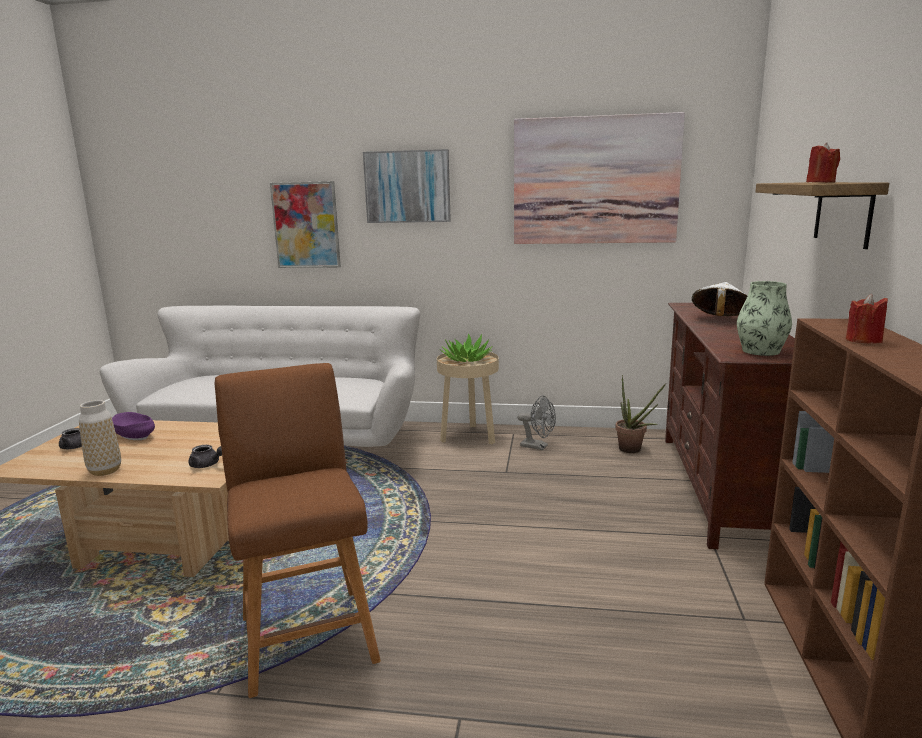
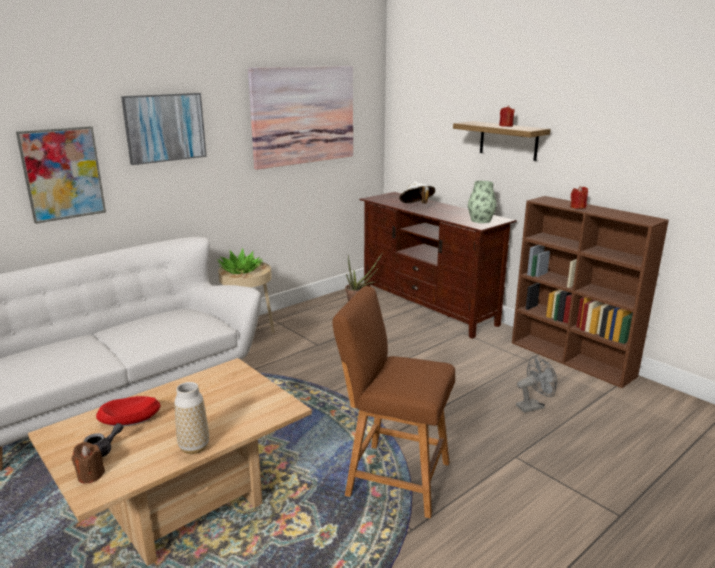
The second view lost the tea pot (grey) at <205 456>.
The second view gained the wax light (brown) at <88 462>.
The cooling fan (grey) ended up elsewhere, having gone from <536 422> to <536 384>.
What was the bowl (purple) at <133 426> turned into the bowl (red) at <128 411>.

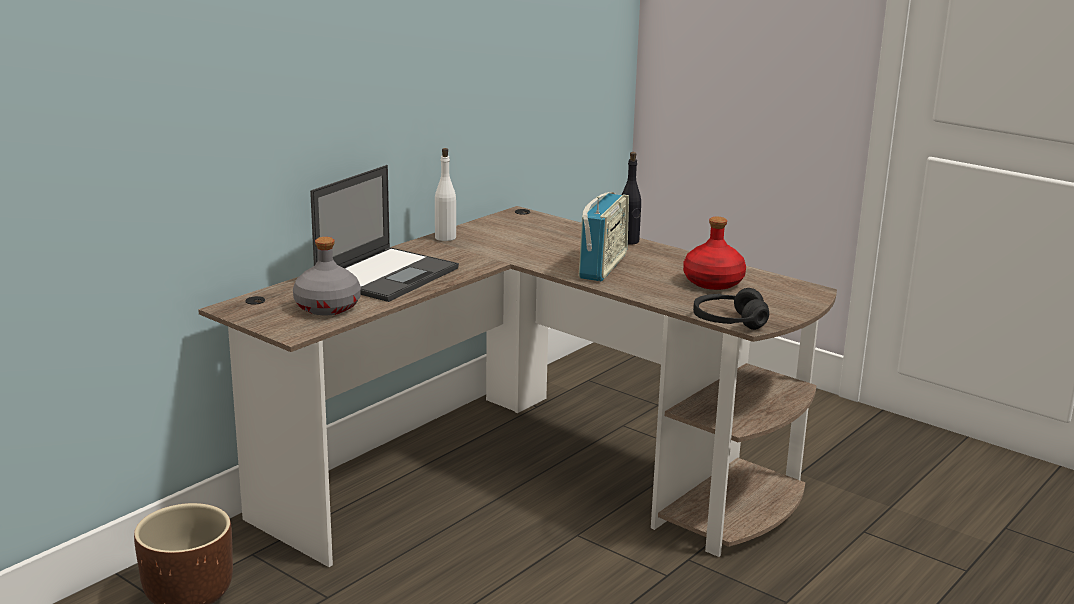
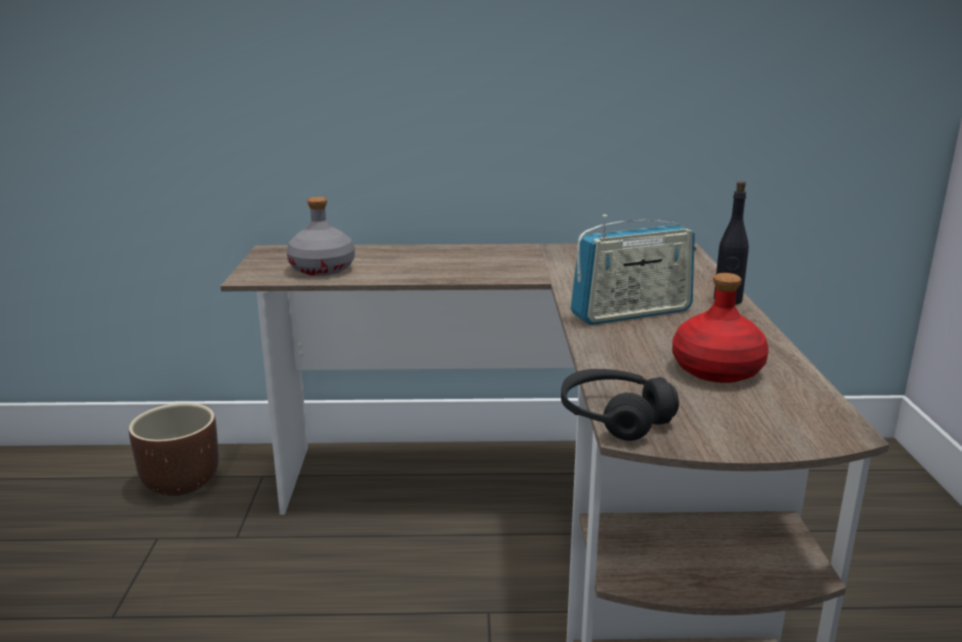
The second view lost the notebook computer at <384 233>.
The second view lost the drink bottle (white-coloured) at <445 194>.

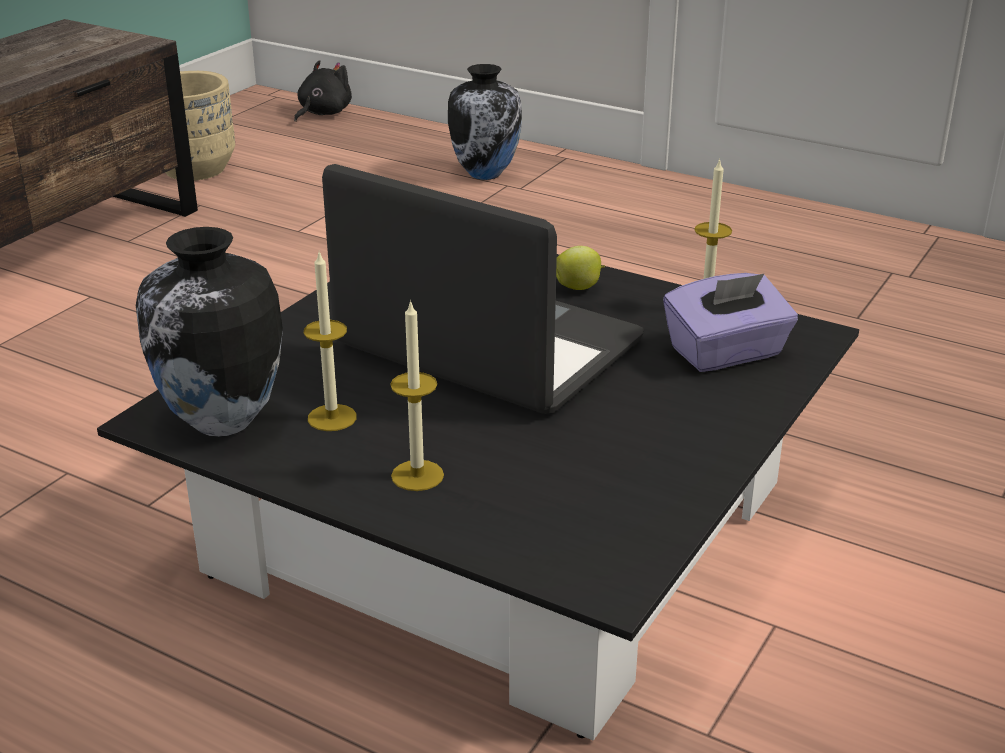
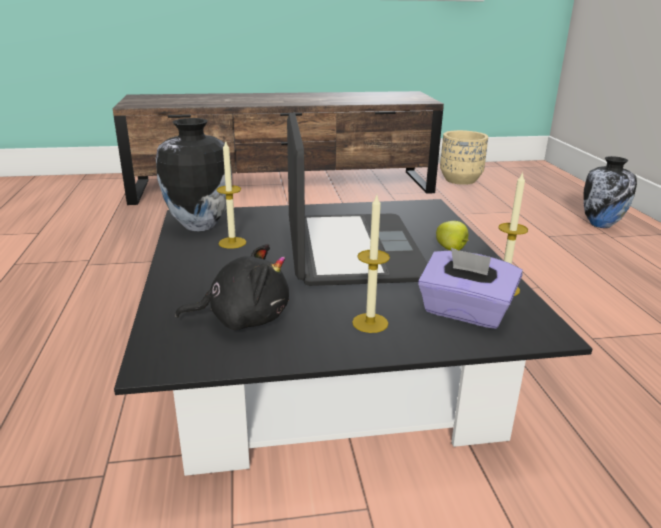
The soft toy (blackish) ended up elsewhere, having gone from <323 91> to <232 287>.
The wax light ended up elsewhere, having gone from <417 395> to <371 264>.

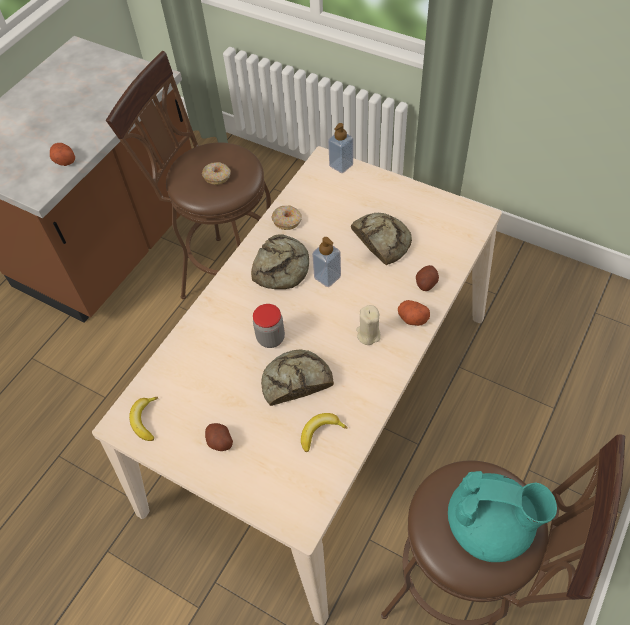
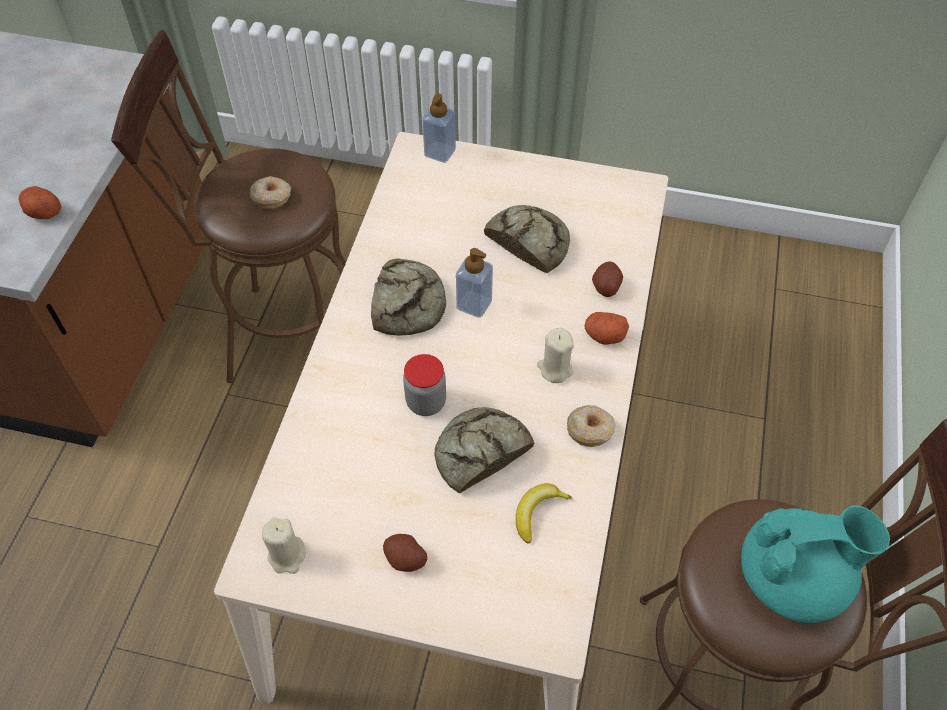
The doughnut ended up elsewhere, having gone from <286 218> to <591 426>.
Where the whole banana stood at <143 419>, the wax light (sand-coloured) came to stand at <284 545>.

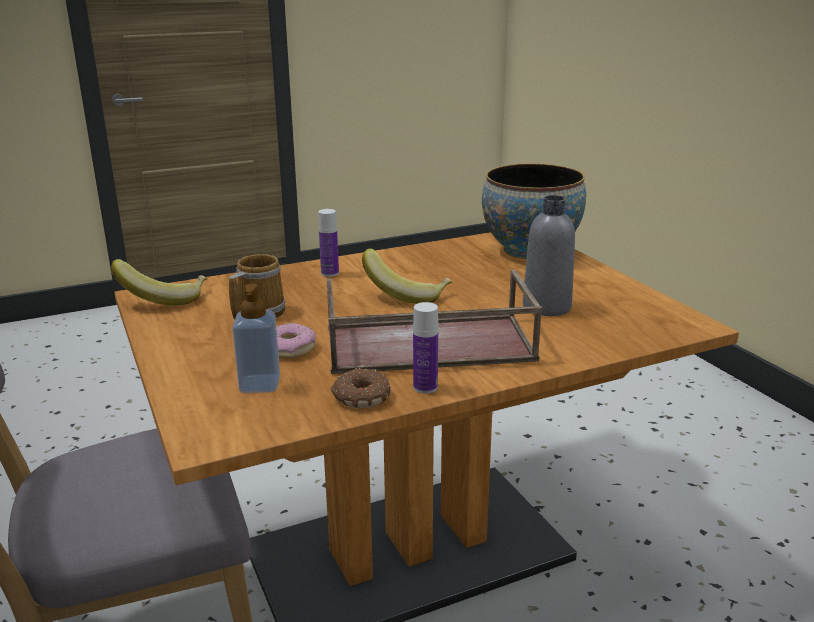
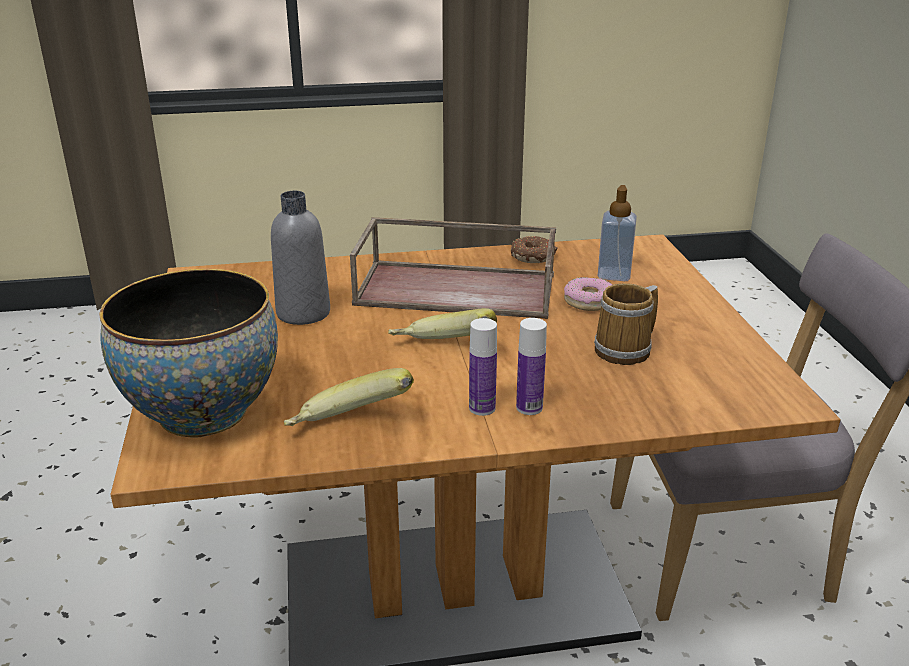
The whole banana ended up elsewhere, having gone from <159 282> to <349 397>.
The drink bottle ended up elsewhere, having gone from <425 348> to <483 367>.

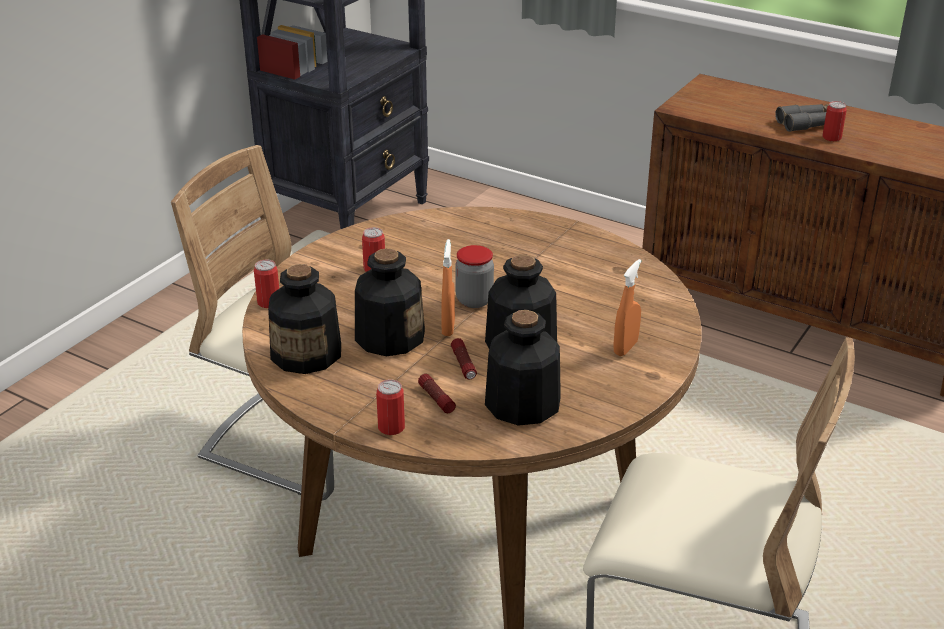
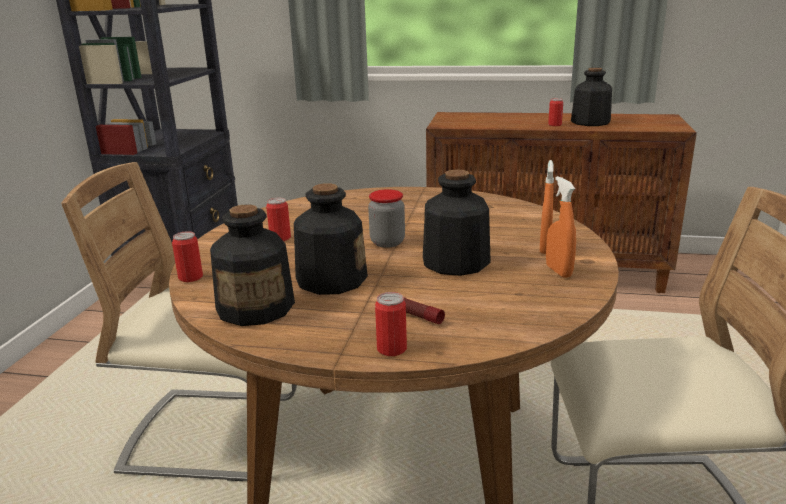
The second view lost the flashlight at <464 358>.
The second view lost the binoculars (grey) at <802 118>.
The spray bottle (orange-coloured) ended up elsewhere, having gone from <448 287> to <561 227>.
The drink bottle ended up elsewhere, having gone from <523 368> to <591 97>.

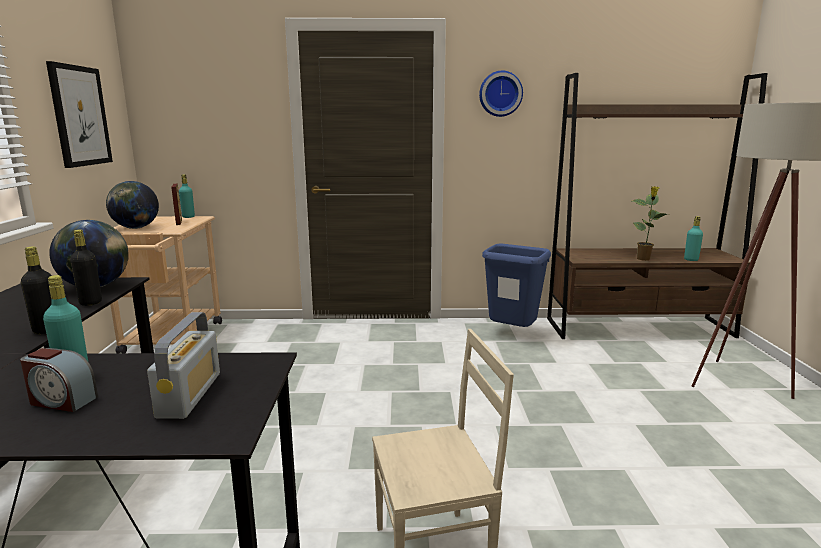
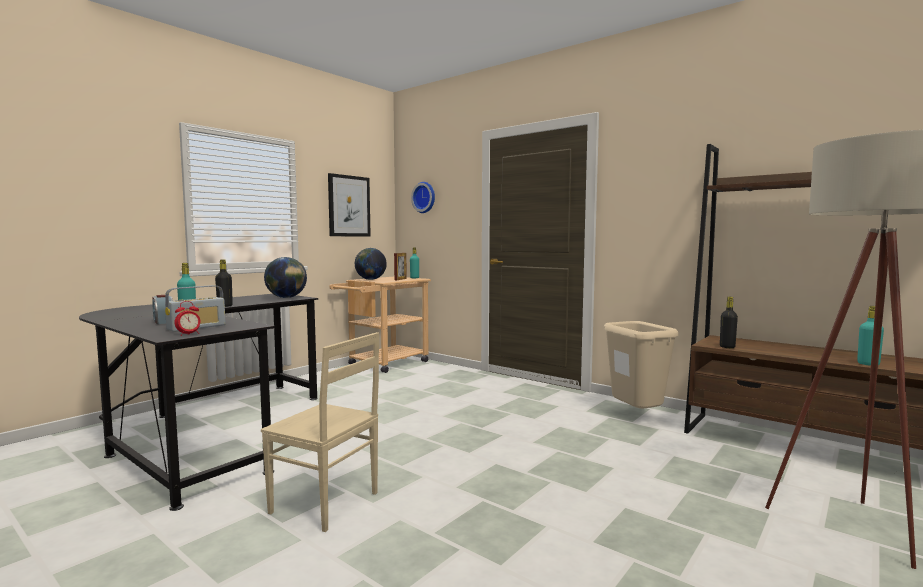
The second view lost the houseplant at <650 223>.
The second view gained the table clock at <187 318>.
The drink bottle (blackish) ended up elsewhere, having gone from <86 267> to <729 322>.
The wall clock ended up elsewhere, having gone from <501 94> to <423 197>.
What was the waste bin (bluish) at <516 285> turned into the waste bin (sand-coloured) at <641 364>.

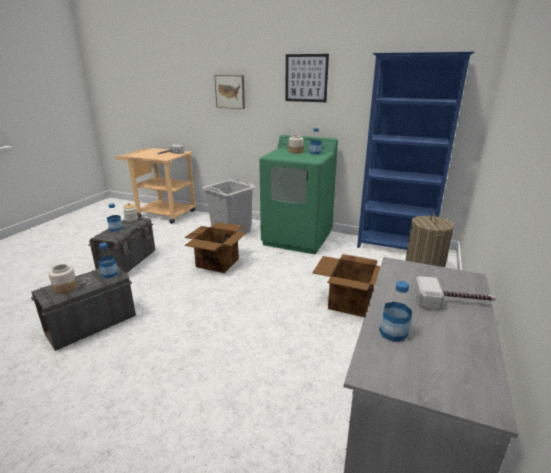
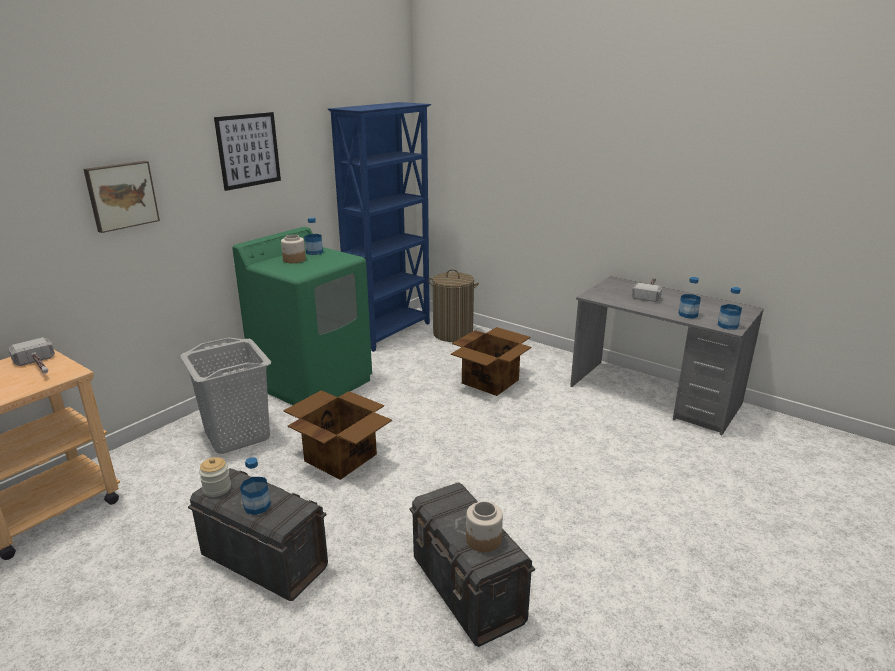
The drink bottle ended up elsewhere, having gone from <108 261> to <730 308>.

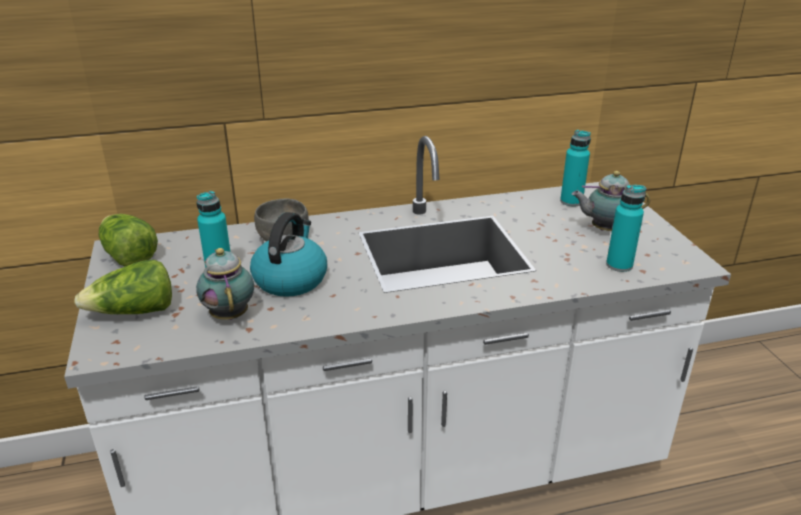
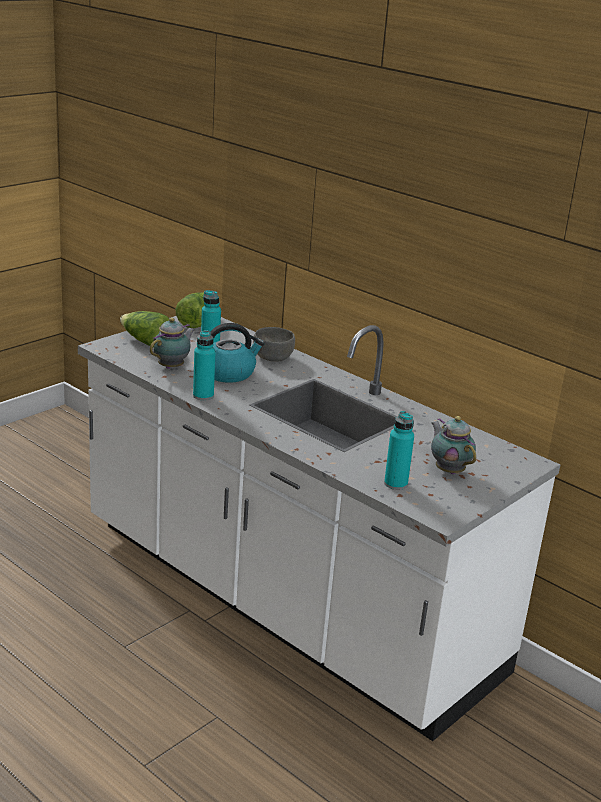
The drink bottle (turquoise) ended up elsewhere, having gone from <575 168> to <204 365>.

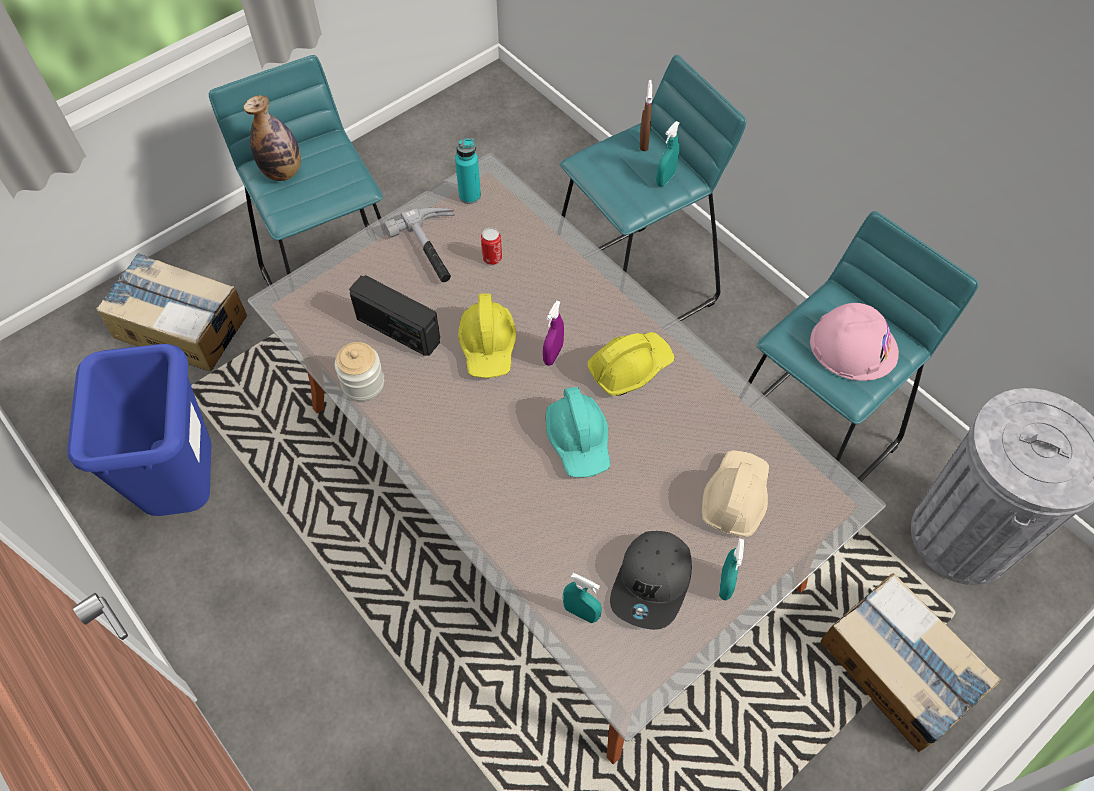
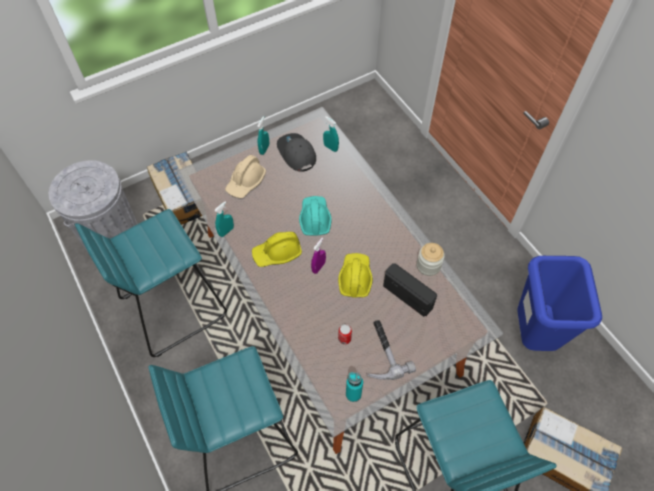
The second view lost the drink bottle at <272 138>.
The second view lost the spray bottle (brown) at <646 115>.
The second view lost the hard hat (pink) at <854 342>.
The spray bottle (turquoise) ended up elsewhere, having gone from <668 154> to <224 219>.
The baseball cap (grey) at <651 580> ended up facing another way, 60 degrees counterclockwise from before.

